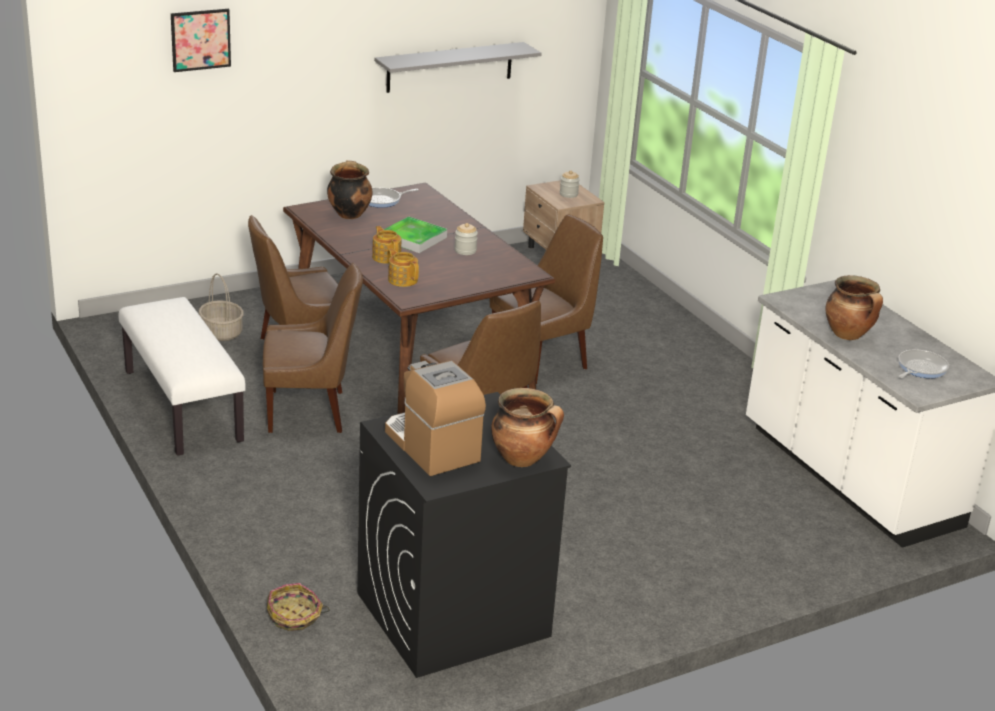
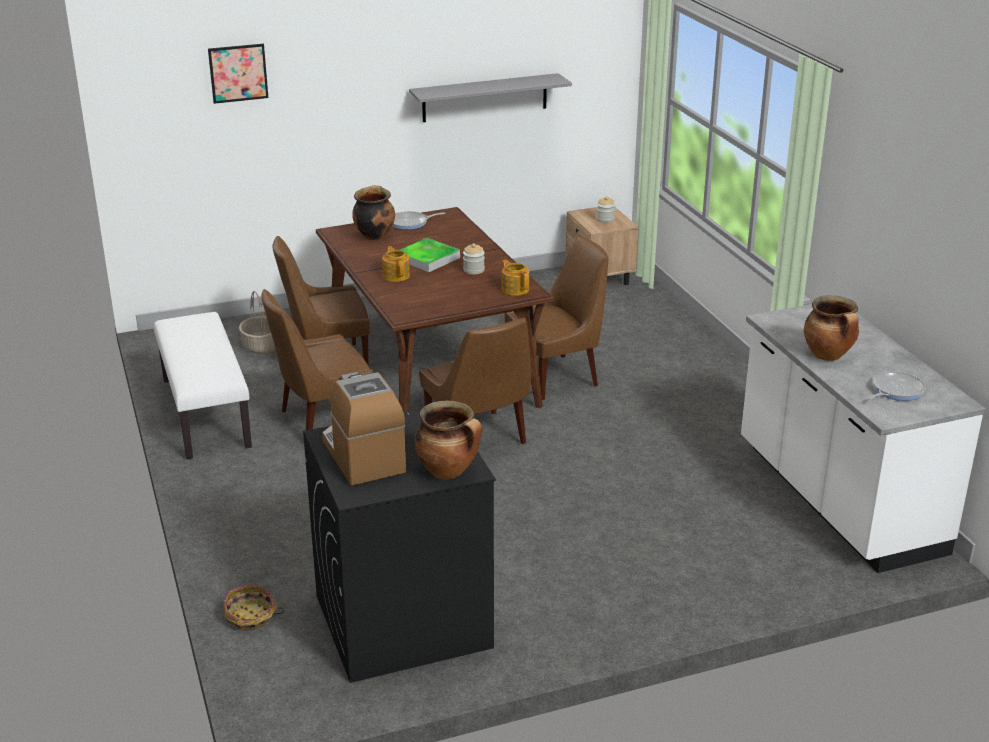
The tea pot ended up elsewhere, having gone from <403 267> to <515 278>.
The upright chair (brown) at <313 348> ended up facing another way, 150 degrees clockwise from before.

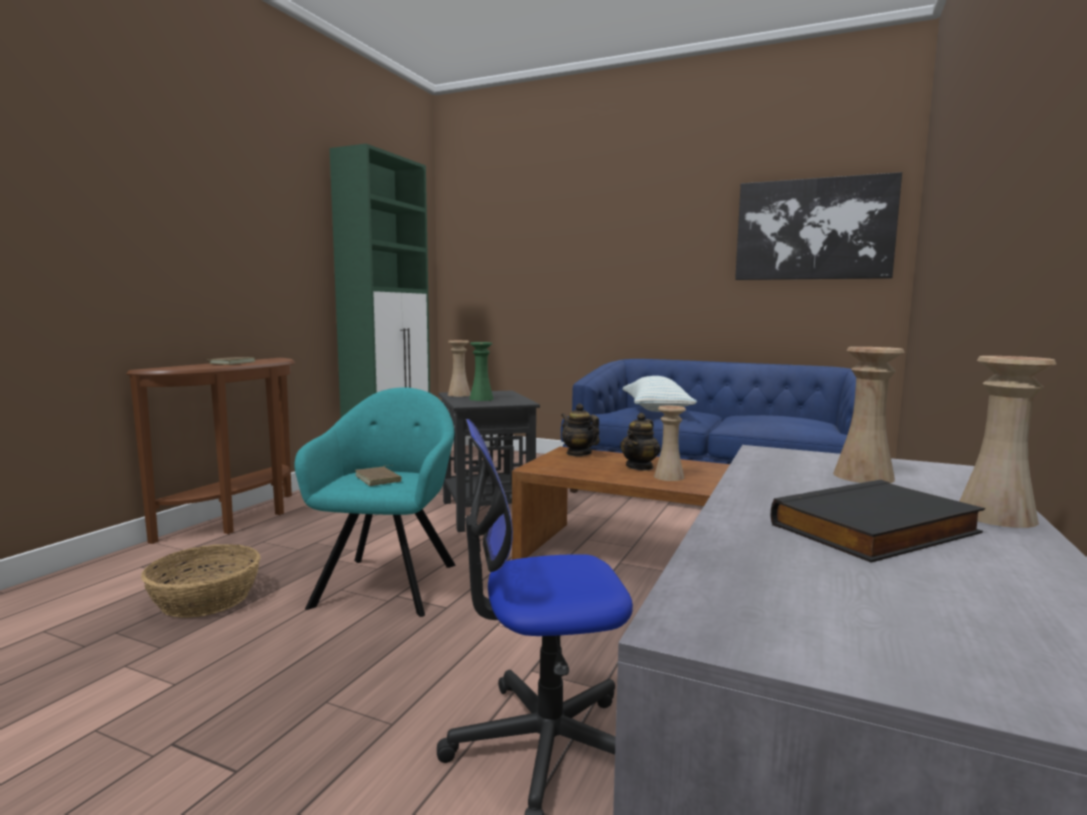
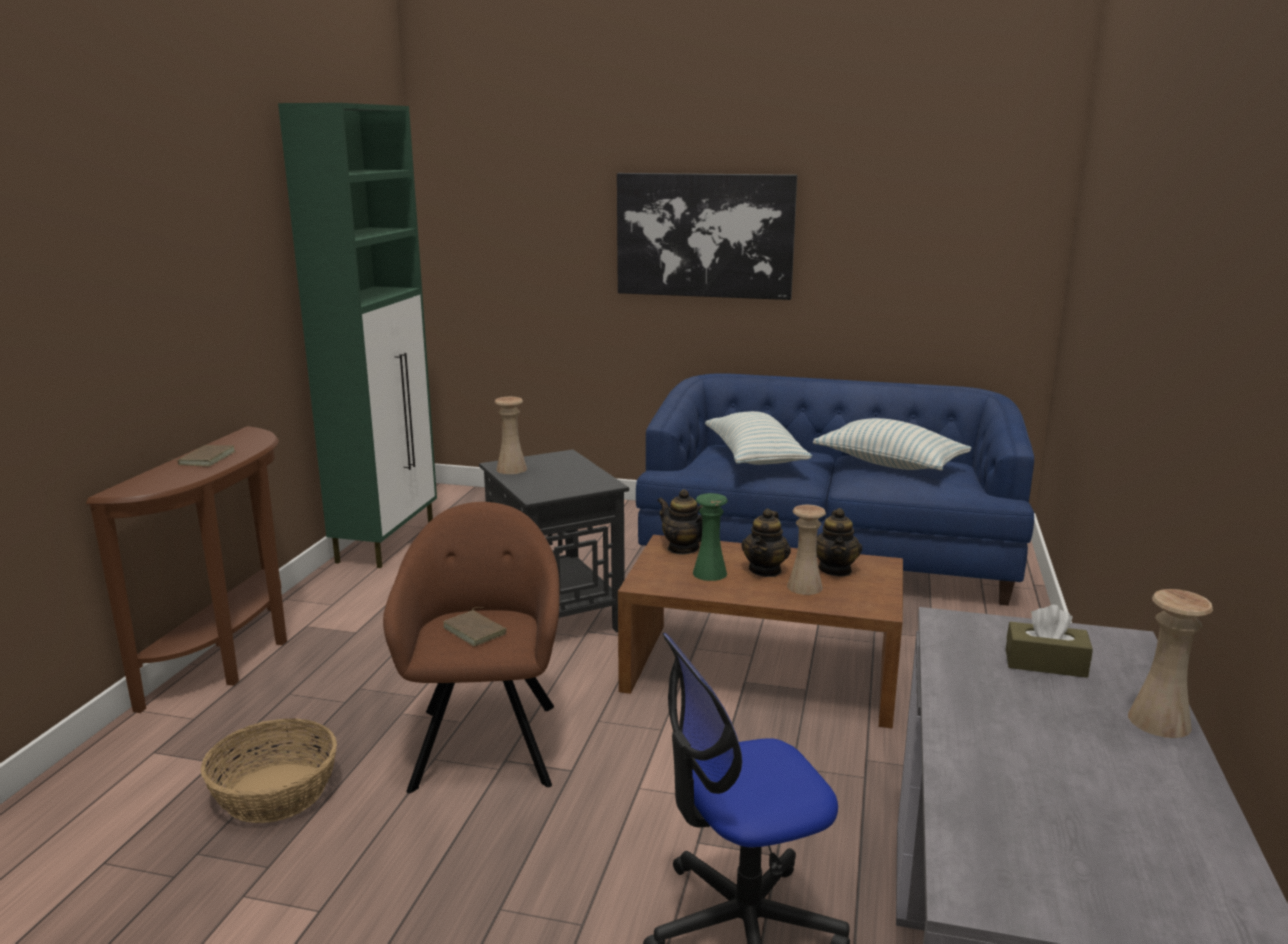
The second view lost the bound book (blackish) at <877 521>.
The second view gained the cushion at <892 444>.
The second view gained the tea pot at <839 542>.
The decorative vase (green-coloured) ended up elsewhere, having gone from <482 371> to <710 537>.
The wall picture ended up elsewhere, having gone from <818 226> to <707 236>.
Where the decorative vase (sand-coloured) stood at <869 415>, the tissue box (brown) came to stand at <1049 641>.
What was the lounge chair (turquoise) at <375 502> turned into the lounge chair (brown) at <471 647>.

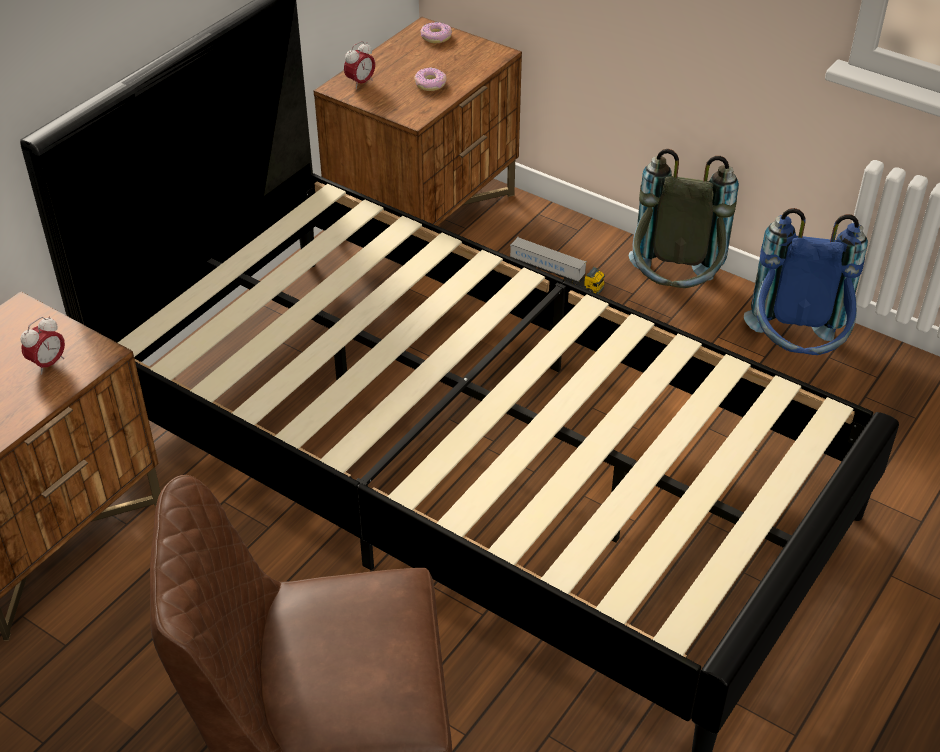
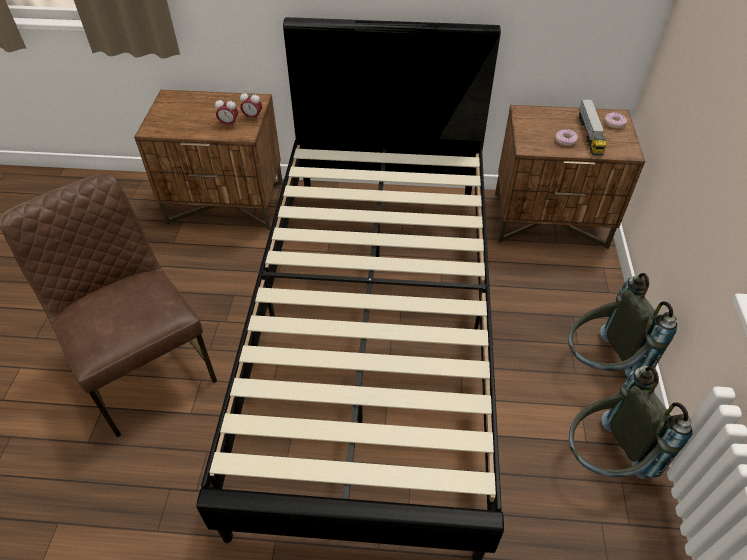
The table clock ended up elsewhere, having gone from <359 65> to <251 105>.
The toy truck ended up elsewhere, having gone from <557 266> to <592 127>.
What was the backpack (bluish) at <806 281> turned into the backpack (grey) at <631 422>.

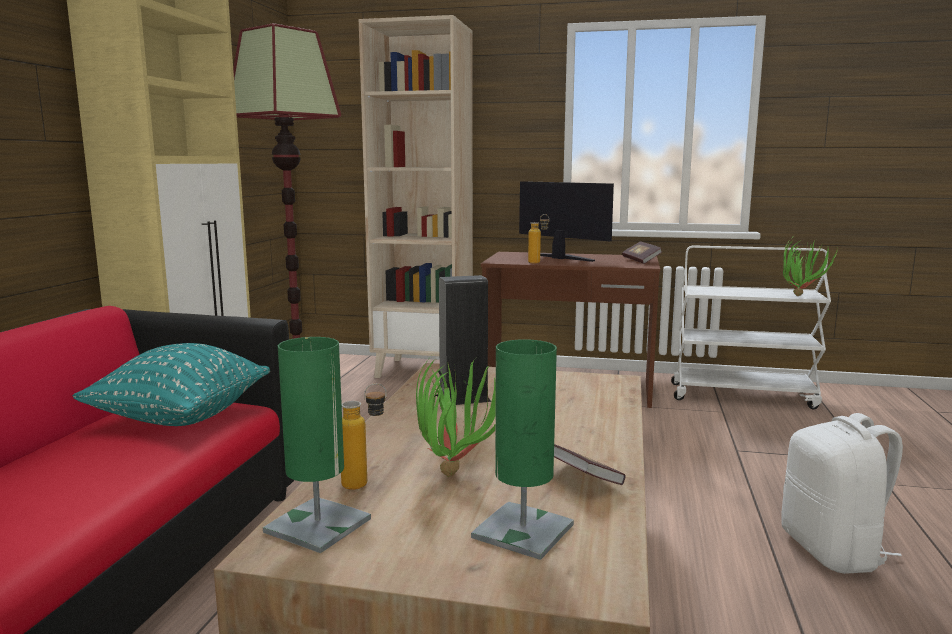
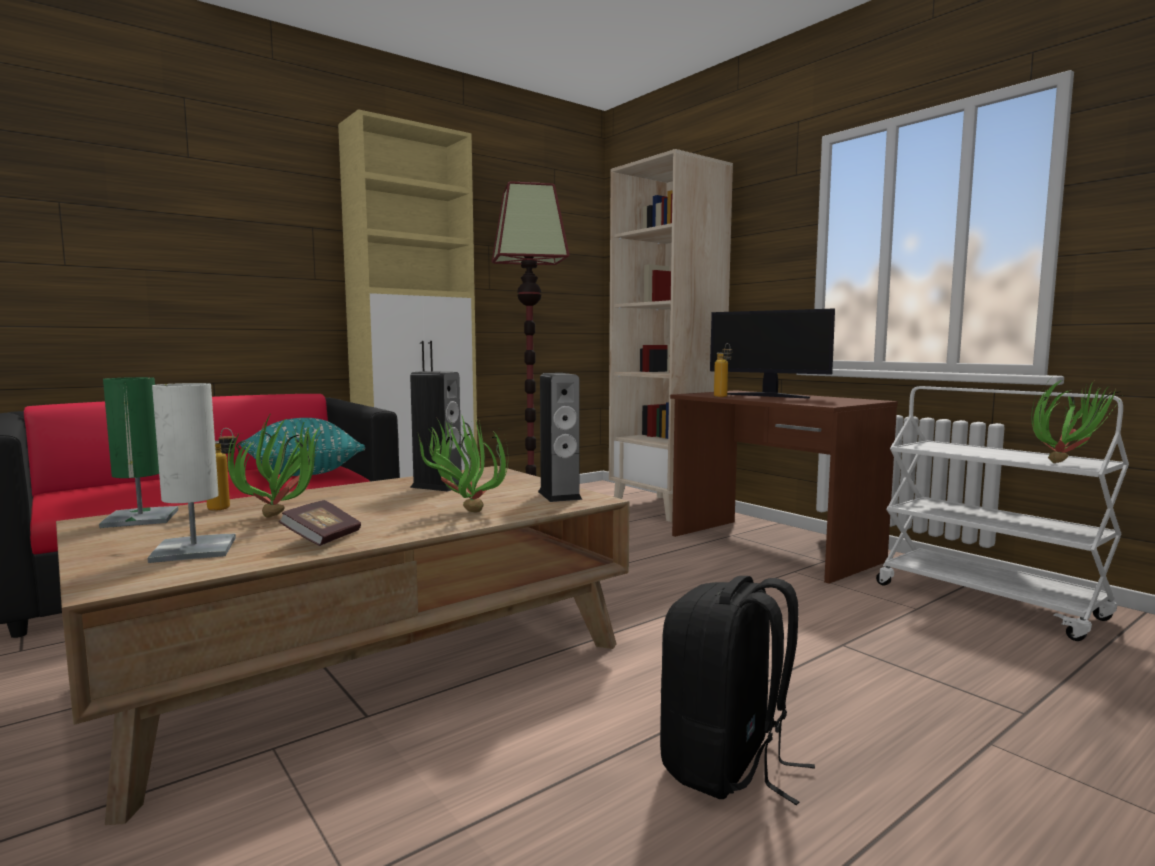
The second view lost the bound book at <642 253>.
The second view gained the houseplant at <463 463>.
The second view gained the loudspeaker at <560 437>.
What was the table lamp (green-coloured) at <522 449> turned into the table lamp (white-coloured) at <191 473>.
What was the backpack (white-coloured) at <842 493> turned into the backpack (blackish) at <737 690>.
The monitor at <566 221> ended up facing another way, 135 degrees clockwise from before.

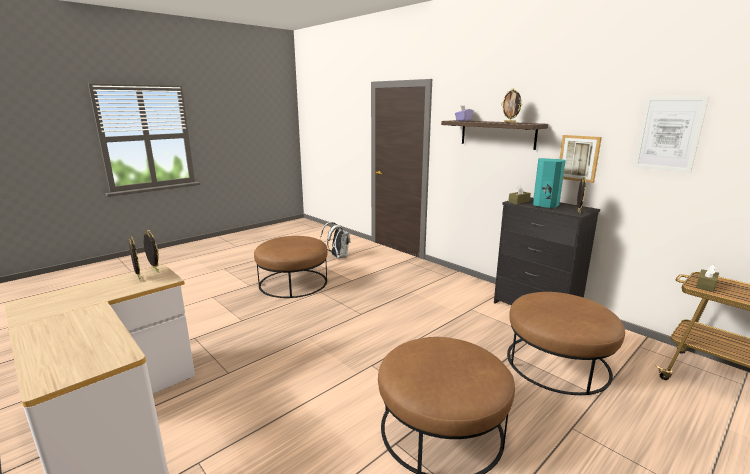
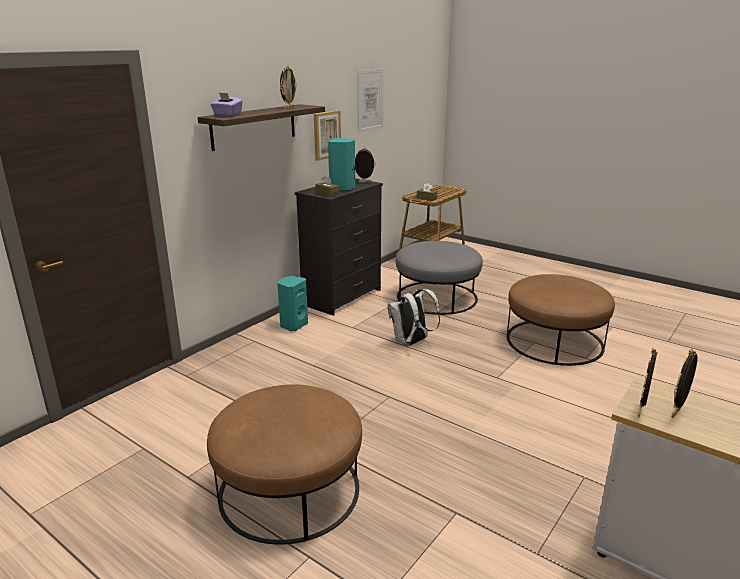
The second view gained the loudspeaker (turquoise) at <292 303>.
The backpack (white-coloured) ended up elsewhere, having gone from <335 240> to <414 317>.
What was the ottoman (brown) at <566 343> turned into the ottoman (grey) at <439 278>.

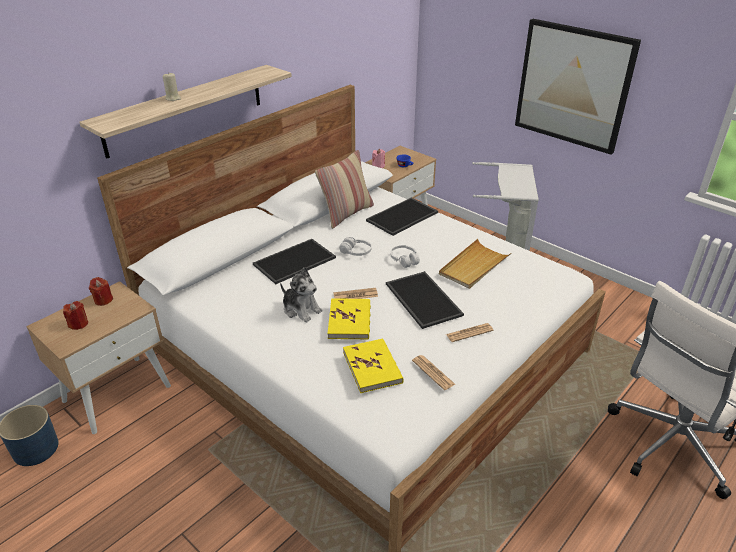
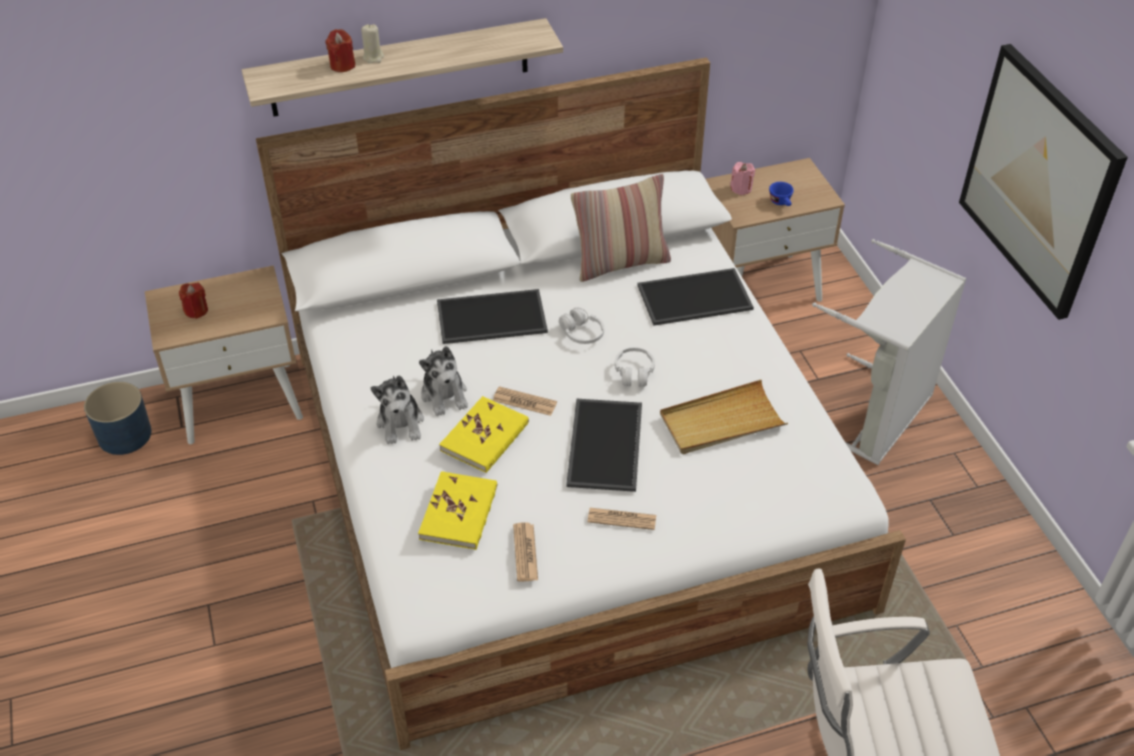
The second view gained the soft toy at <397 410>.
The wax light (red) ended up elsewhere, having gone from <101 291> to <340 50>.

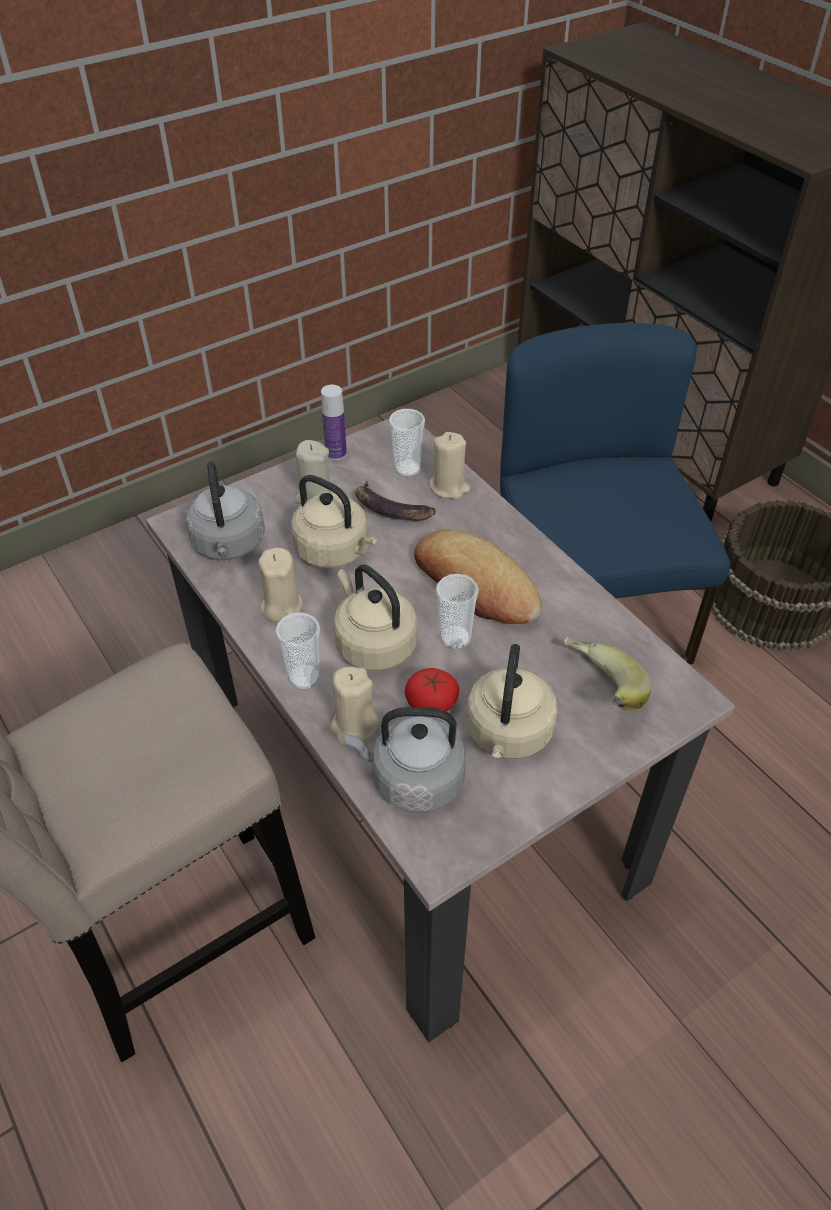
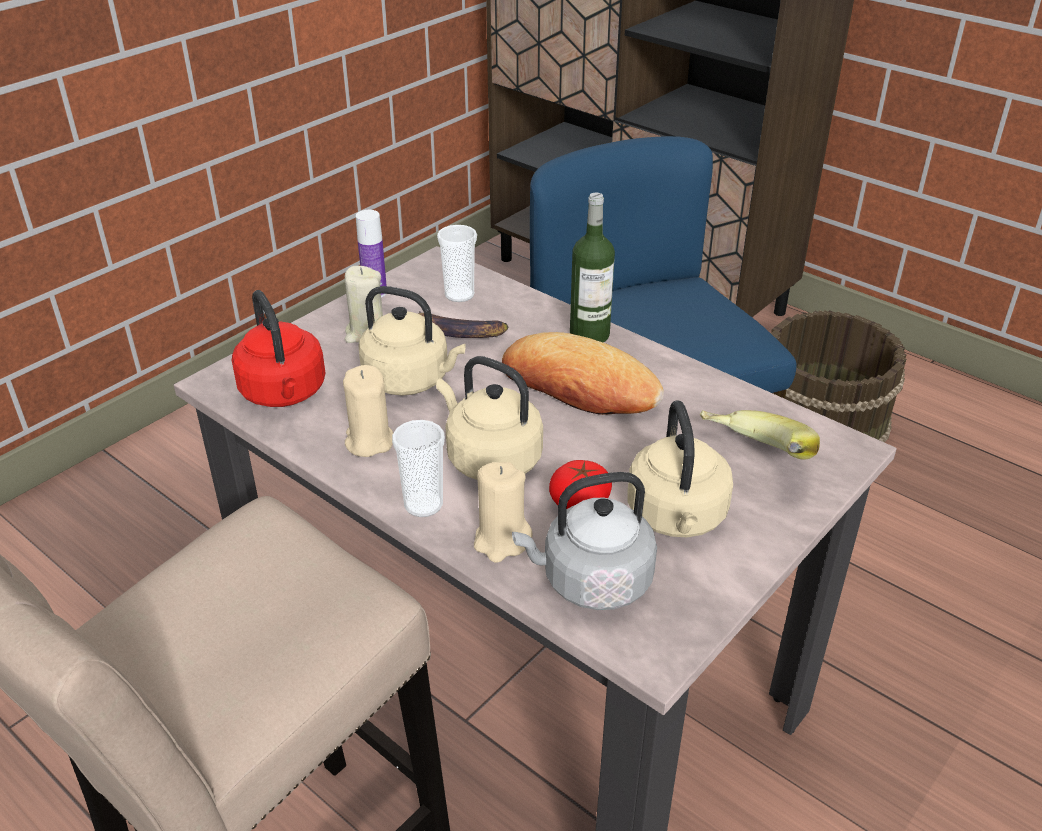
The second view lost the wax light (sand-coloured) at <449 465>.
The second view lost the cup at <457 611>.
The second view gained the drink bottle at <592 267>.
What was the kettle (grey) at <225 510> turned into the kettle (red) at <279 348>.

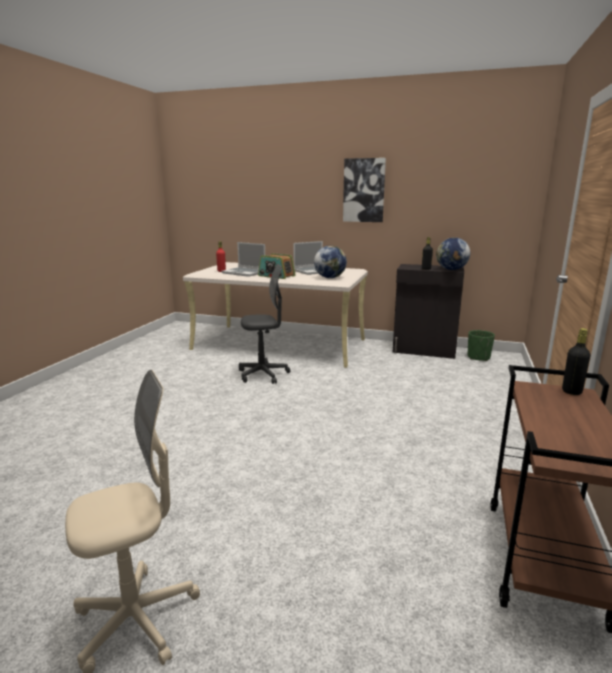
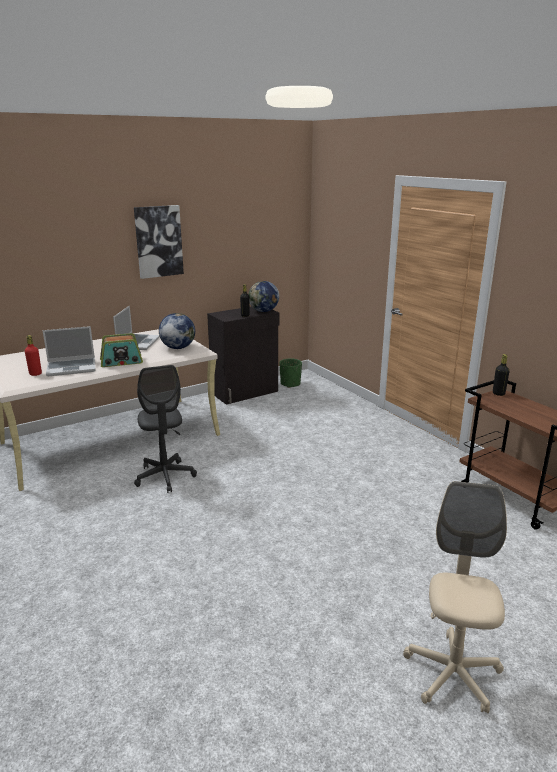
The office chair (grey) at <264 324> ended up facing another way, 135 degrees clockwise from before.

